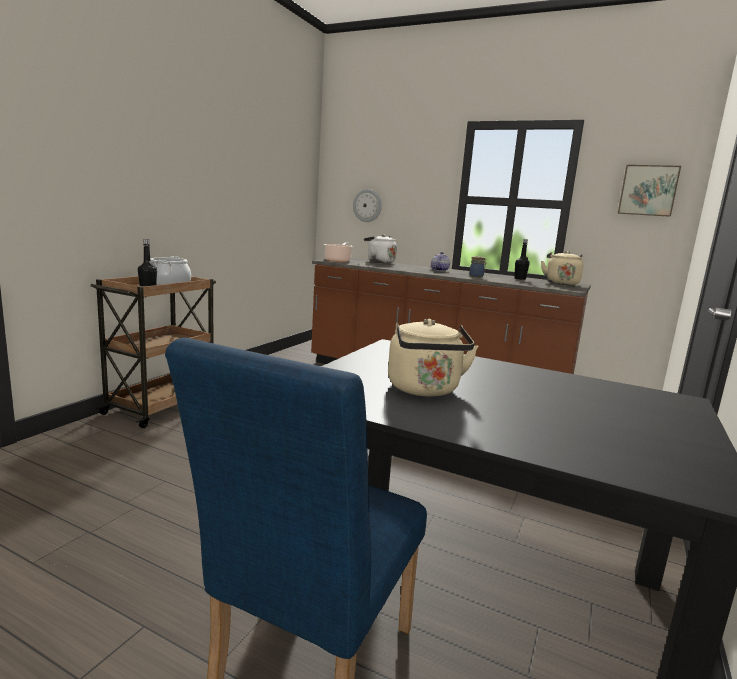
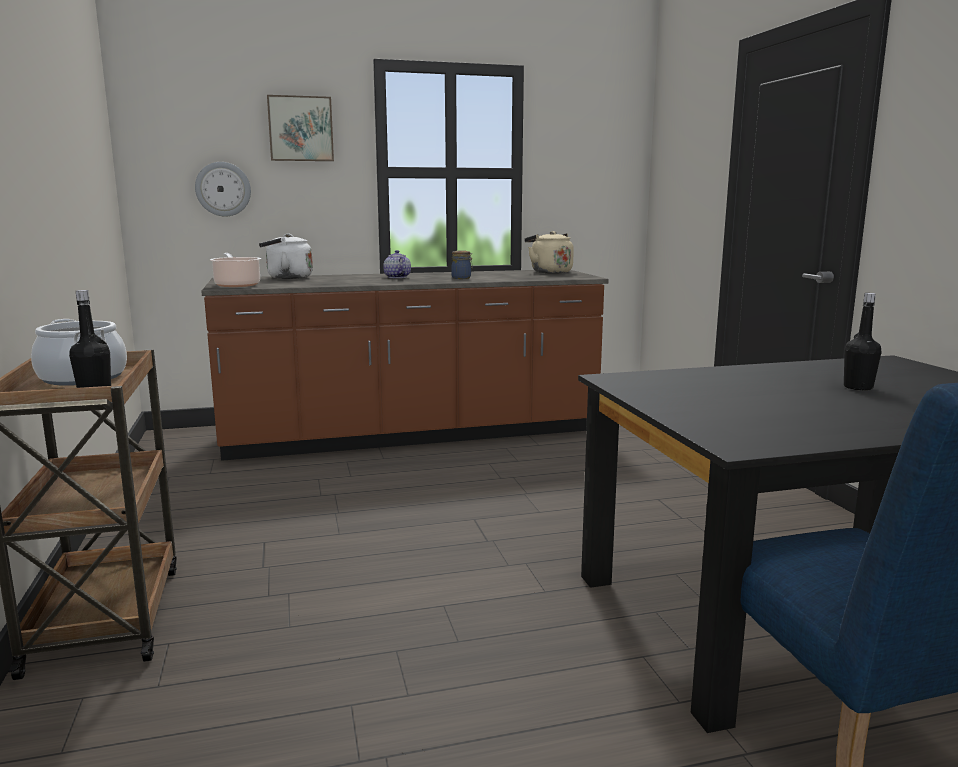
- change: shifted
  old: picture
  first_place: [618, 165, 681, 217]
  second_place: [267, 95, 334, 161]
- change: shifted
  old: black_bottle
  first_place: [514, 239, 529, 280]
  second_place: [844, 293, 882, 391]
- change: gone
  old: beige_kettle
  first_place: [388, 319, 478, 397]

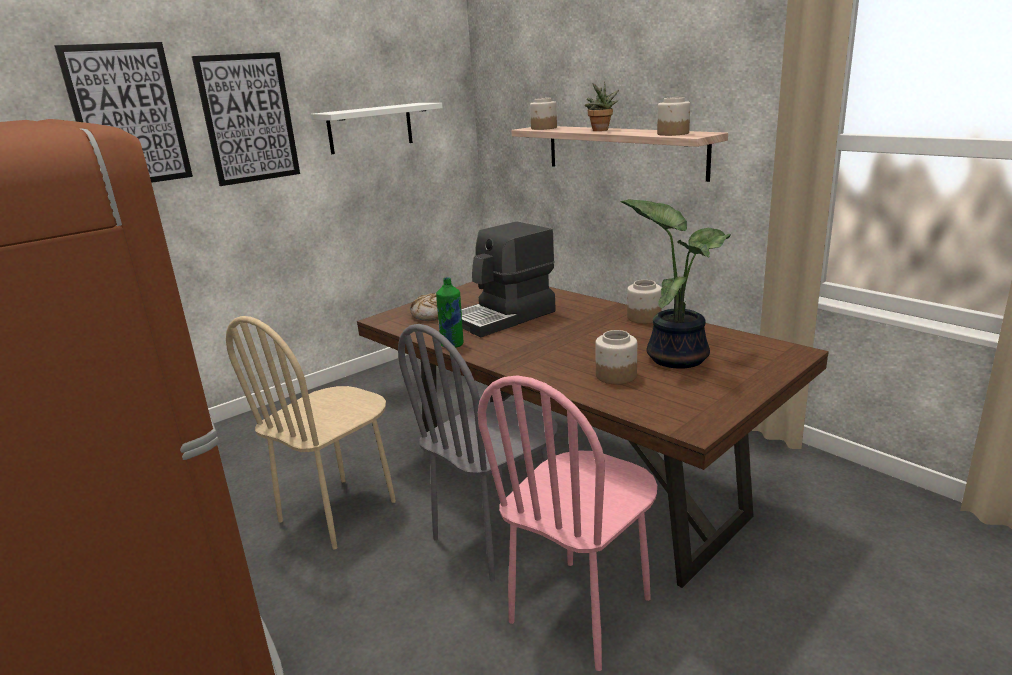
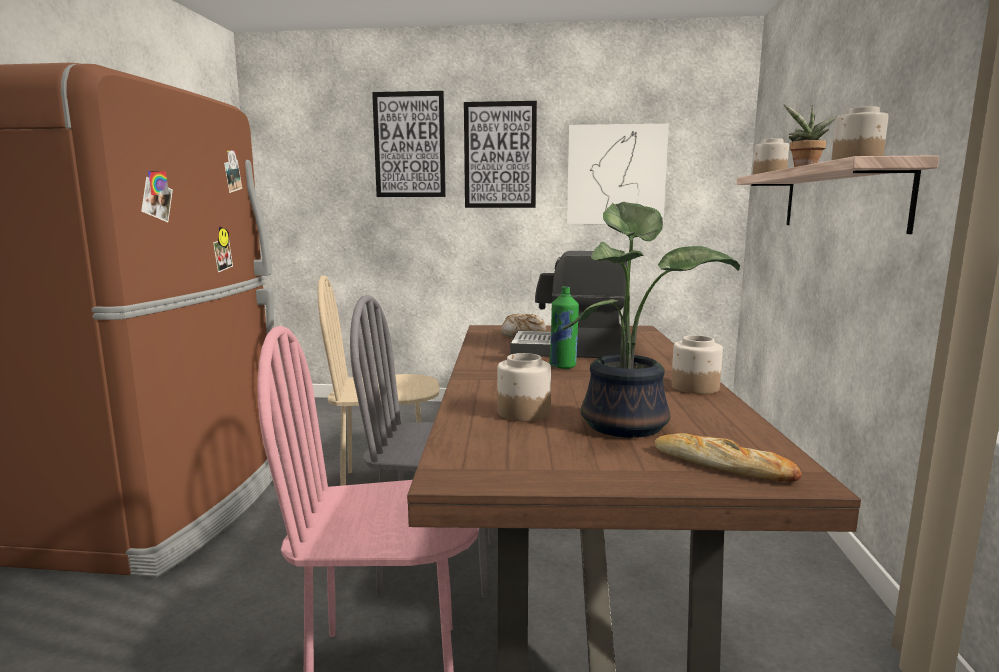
- change: swapped
  old: white_shelf
  new: picture
  first_place: [311, 103, 443, 154]
  second_place: [567, 123, 669, 224]
- change: shifted
  old: green_bottle
  first_place: [436, 277, 463, 348]
  second_place: [549, 286, 579, 369]
- change: new
  new: bread
  second_place: [655, 433, 801, 482]

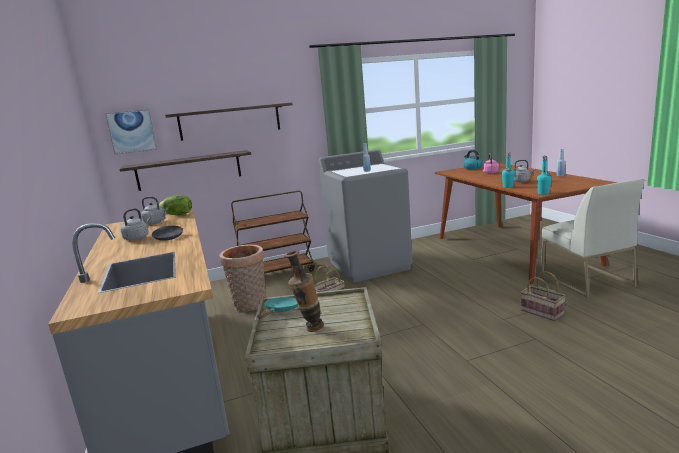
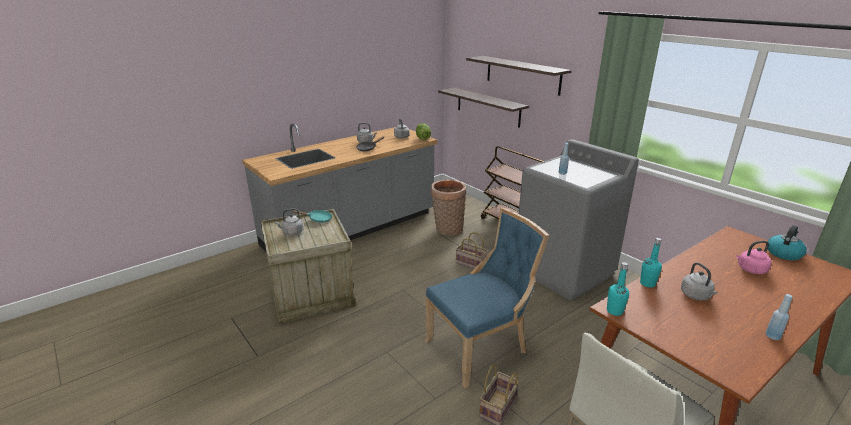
- change: gone
  old: picture
  first_place: [105, 109, 157, 155]
- change: swapped
  old: vase
  new: grey_kettle
  first_place: [284, 250, 324, 332]
  second_place: [275, 209, 304, 235]
- change: new
  new: blue_chair
  second_place: [425, 208, 549, 388]

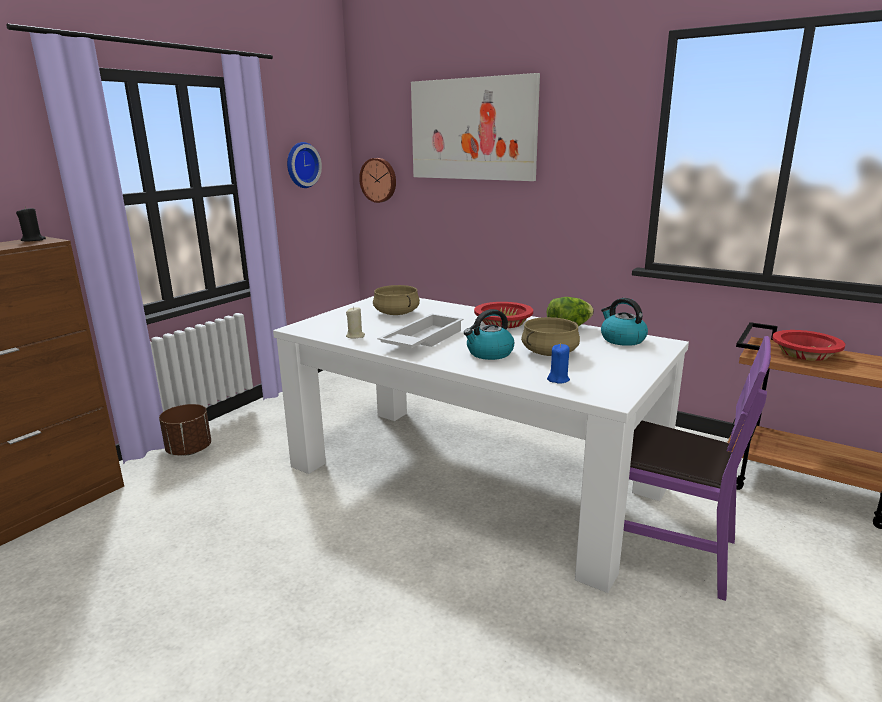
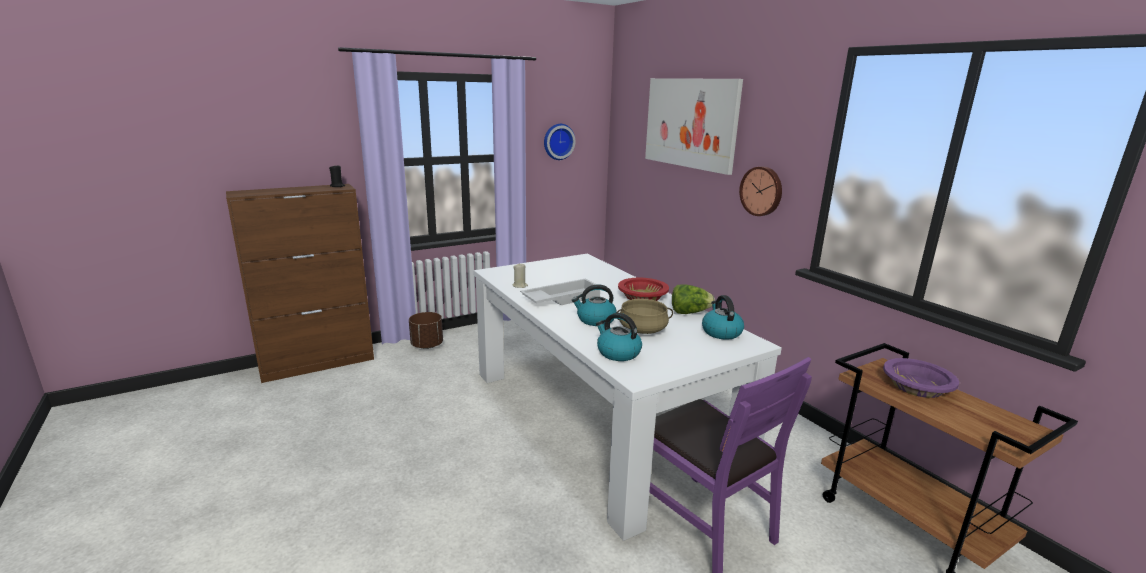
- change: shifted
  old: wall_clock
  first_place: [359, 158, 396, 203]
  second_place: [739, 166, 782, 216]
- change: gone
  old: beige_cooking_pot
  first_place: [373, 285, 420, 315]
- change: repainted
  old: red_bowl
  new: purple_bowl
  first_place: [772, 330, 845, 361]
  second_place: [883, 358, 959, 398]
- change: swapped
  old: blue_candle
  new: kettle
  first_place: [547, 344, 570, 384]
  second_place: [596, 313, 642, 361]

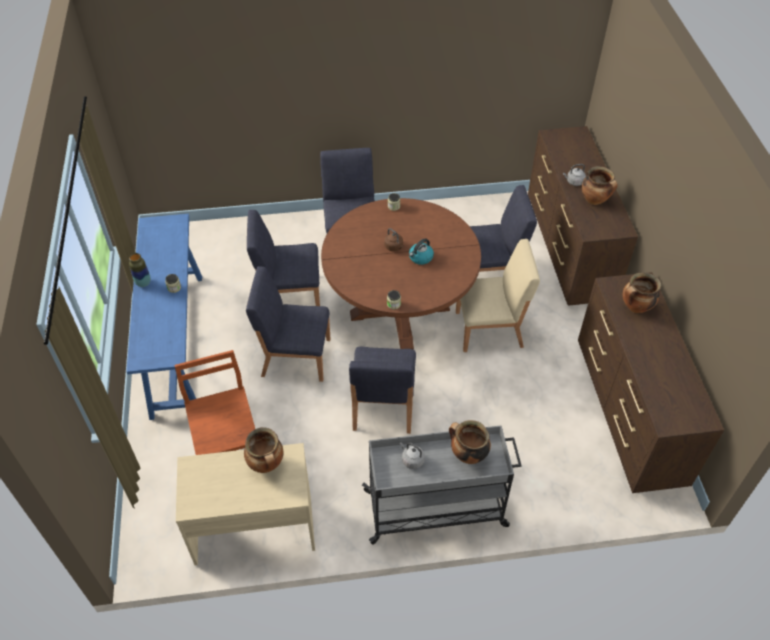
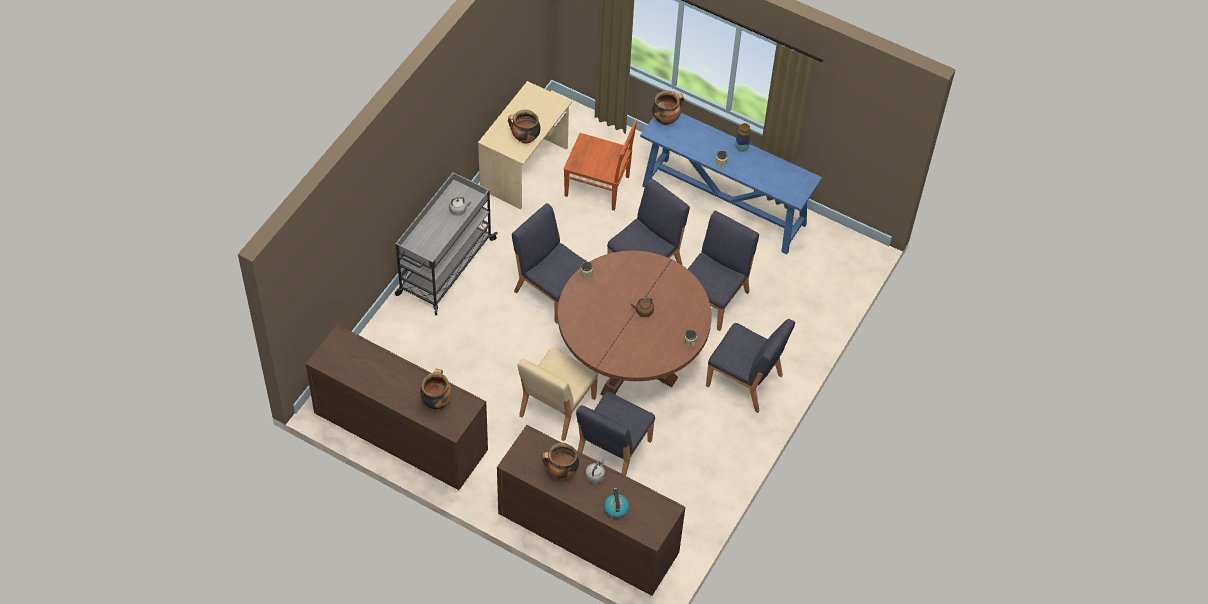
- change: shifted
  old: kettle
  first_place: [409, 239, 434, 265]
  second_place: [604, 488, 629, 518]
- change: shifted
  old: cooking_pot
  first_place: [449, 420, 491, 464]
  second_place: [652, 91, 684, 125]

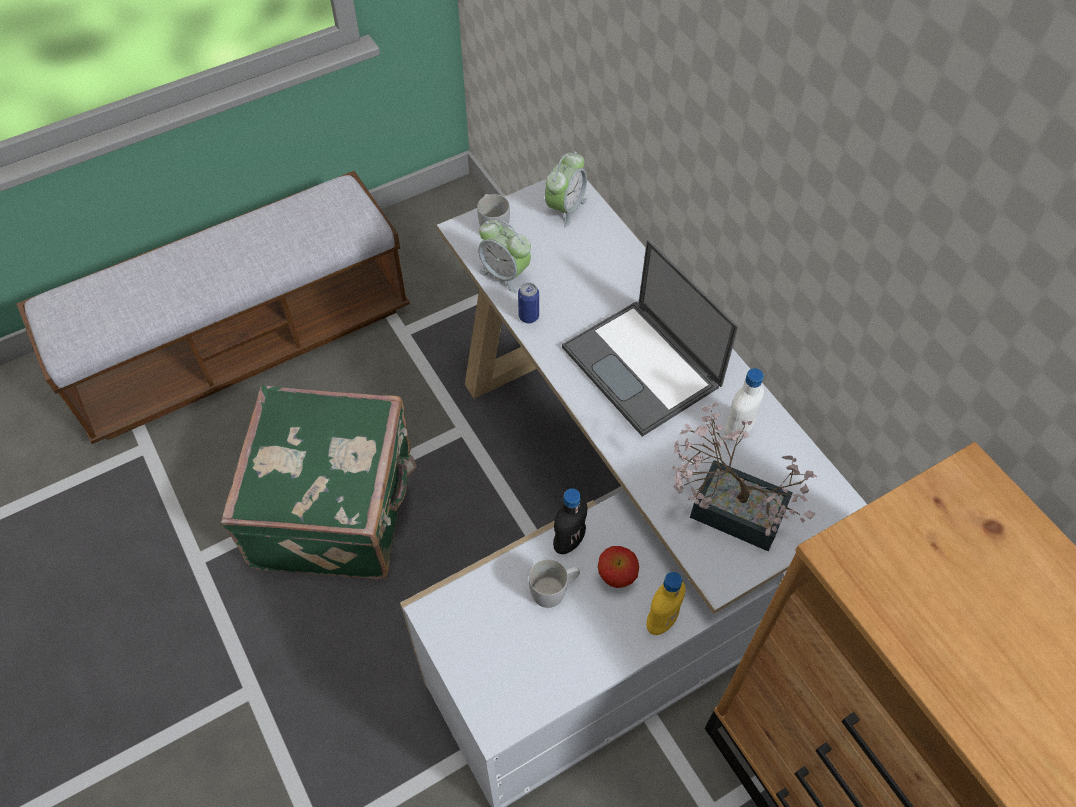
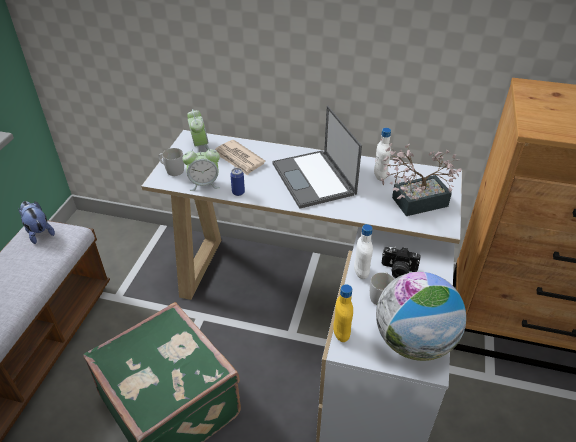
- change: rotated
  old: laptop
  first_place: [562, 240, 739, 437]
  second_place: [273, 105, 362, 209]
  degrees: 60
- change: repainted
  old: black_bottle
  new: white_bottle
  first_place: [553, 488, 587, 554]
  second_place: [354, 224, 373, 279]
- change: swapped
  old: apple
  new: photo_camera
  first_place: [598, 546, 639, 588]
  second_place: [381, 247, 421, 278]
- change: shifted
  old: yellow_bottle
  first_place: [647, 572, 686, 635]
  second_place: [333, 284, 353, 342]
- change: new
  new: newspaper
  second_place: [215, 140, 265, 175]
- change: new
  new: plush_toy
  second_place: [19, 201, 55, 244]
- change: new
  new: globe
  second_place: [376, 272, 466, 361]

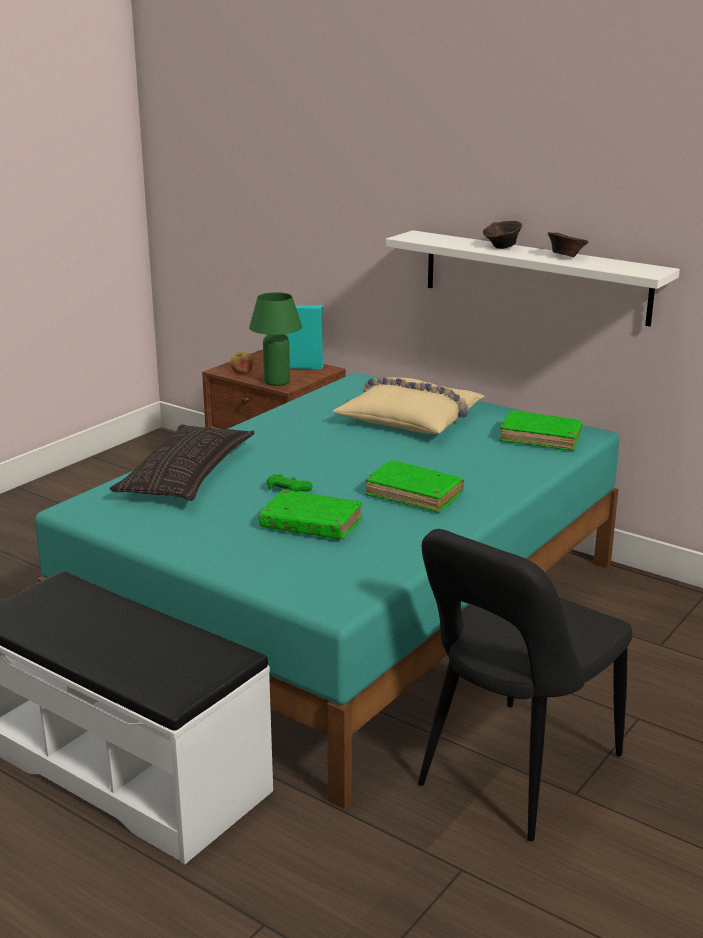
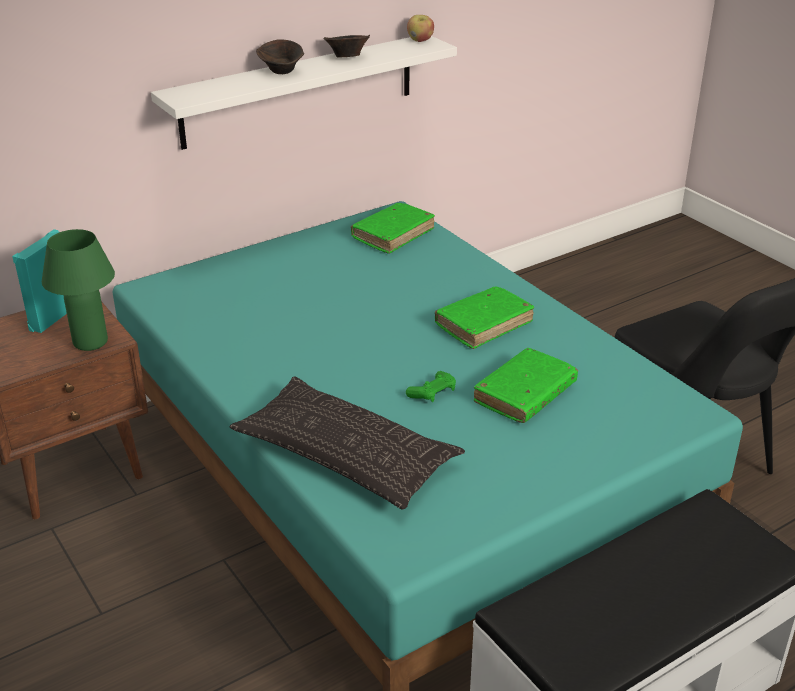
- change: shifted
  old: apple
  first_place: [230, 352, 253, 374]
  second_place: [407, 15, 434, 42]
- change: gone
  old: beige_pillow
  first_place: [333, 377, 485, 434]

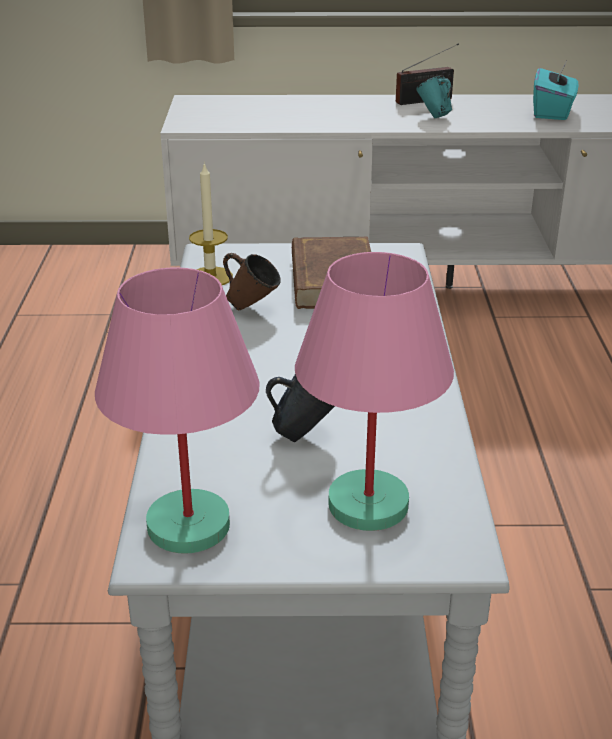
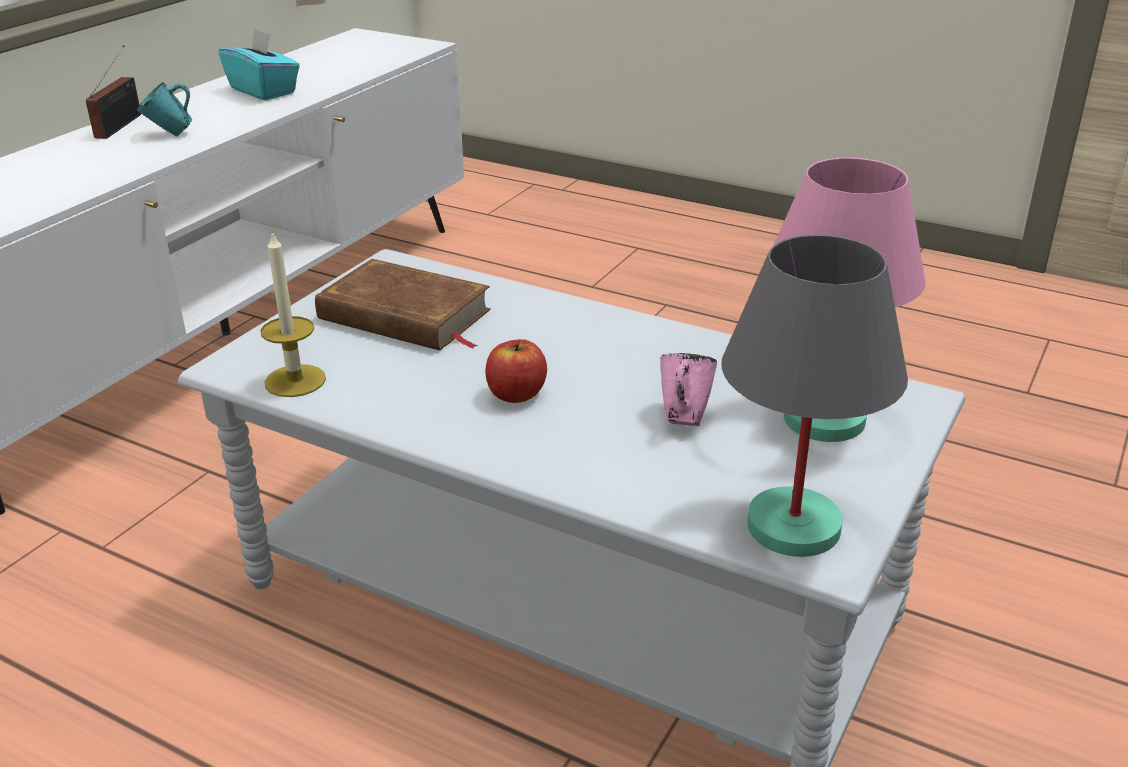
- change: gone
  old: brown_mug
  first_place: [223, 253, 281, 310]
- change: repainted
  old: pink_table_lamp
  new: grey_table_lamp
  first_place: [95, 267, 260, 554]
  second_place: [721, 234, 908, 557]
- change: repainted
  old: blue_mug
  new: pink_mug
  first_place: [266, 374, 335, 442]
  second_place: [660, 353, 717, 426]
- change: new
  new: apple
  second_place: [485, 339, 547, 403]

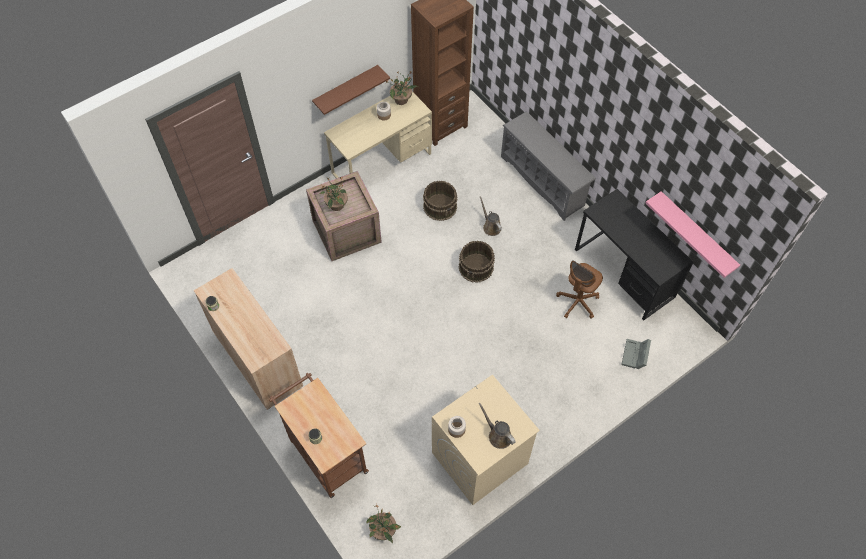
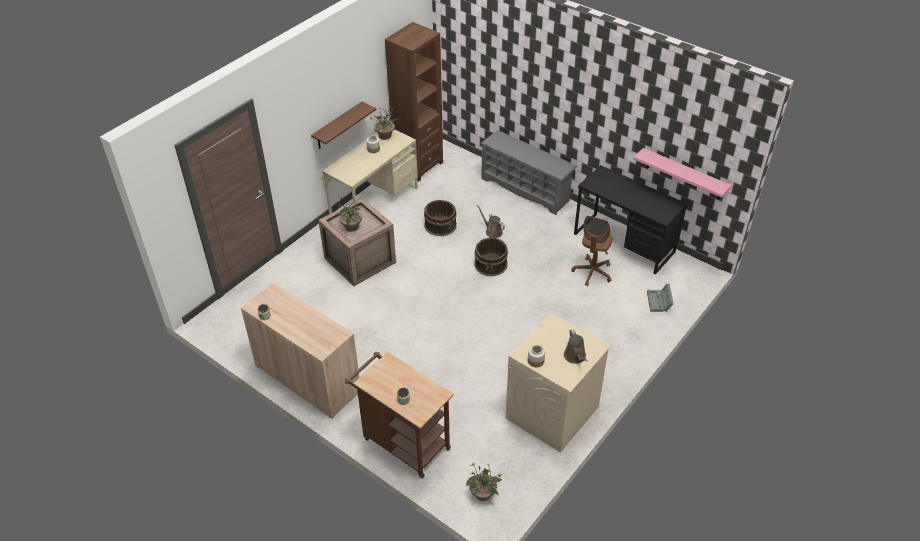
- change: rotated
  old: brown_watering_can
  first_place: [478, 402, 516, 449]
  second_place: [564, 329, 587, 364]
  degrees: -135

